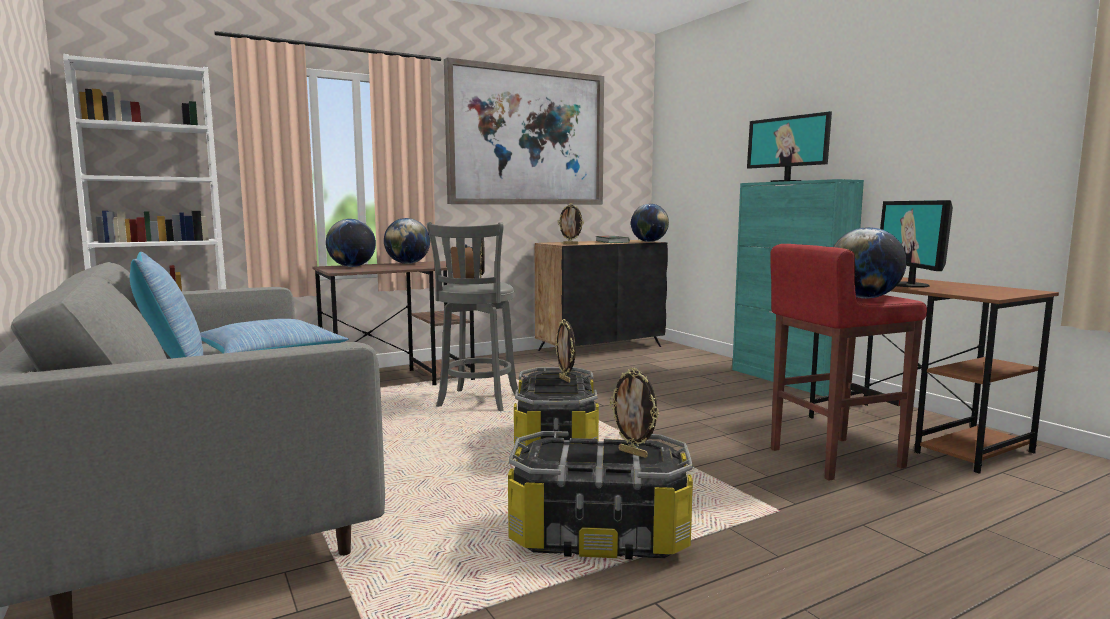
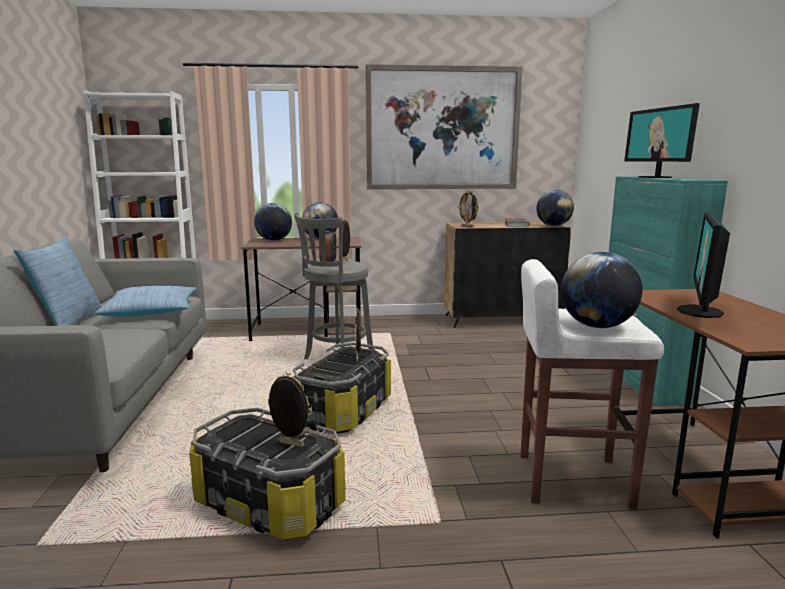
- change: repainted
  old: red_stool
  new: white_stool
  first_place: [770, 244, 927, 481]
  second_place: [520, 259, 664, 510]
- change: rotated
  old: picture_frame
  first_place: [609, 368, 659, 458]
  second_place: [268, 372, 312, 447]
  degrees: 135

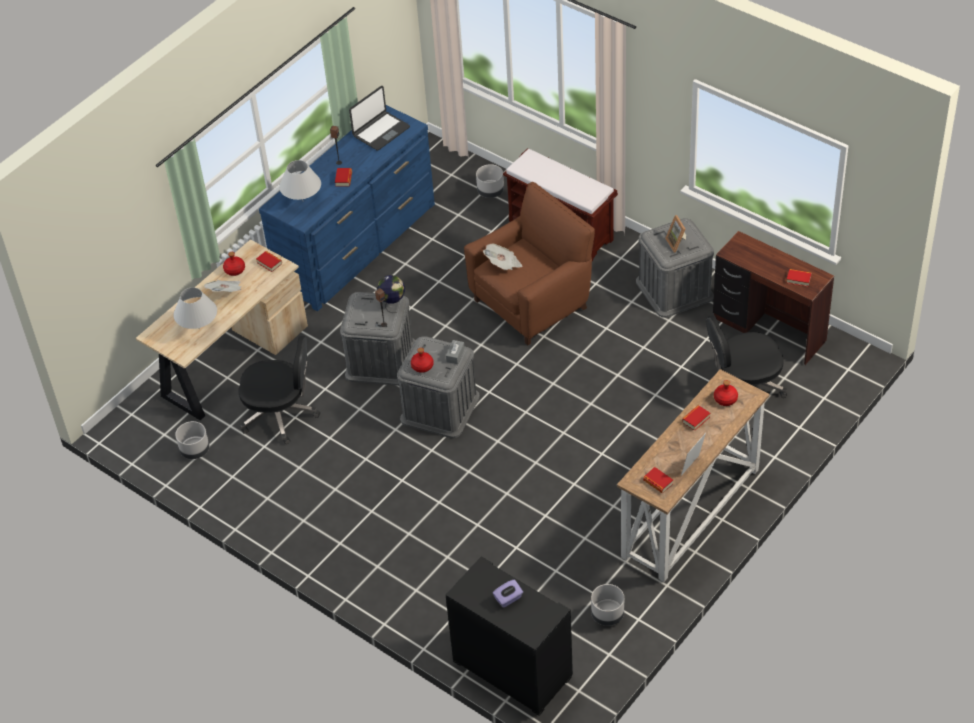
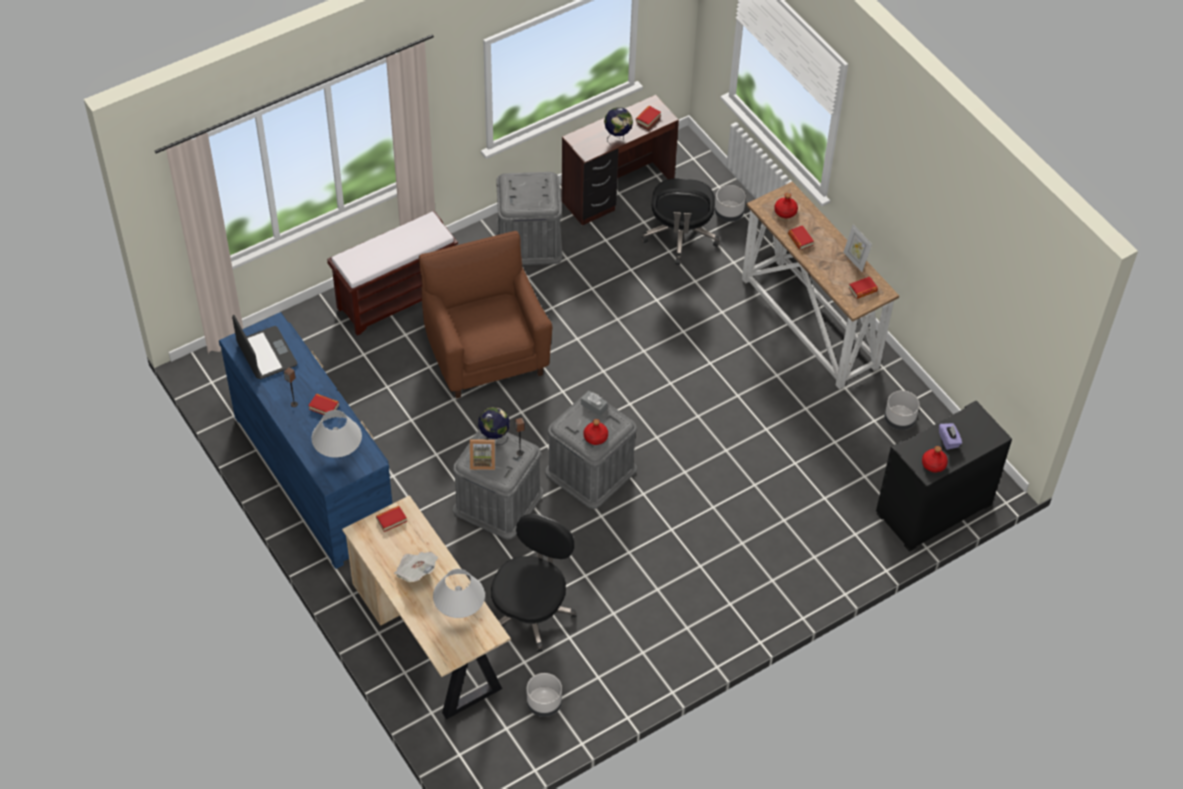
- change: shifted
  old: grey_planter
  first_place: [476, 164, 504, 198]
  second_place: [715, 185, 746, 222]
- change: shifted
  old: picture_frame
  first_place: [665, 215, 686, 252]
  second_place: [470, 439, 495, 470]
- change: gone
  old: newspaper
  first_place: [483, 243, 522, 270]
- change: shifted
  old: red_bottle
  first_place: [223, 252, 245, 276]
  second_place: [922, 446, 948, 472]
- change: new
  new: globe
  second_place: [604, 107, 633, 145]

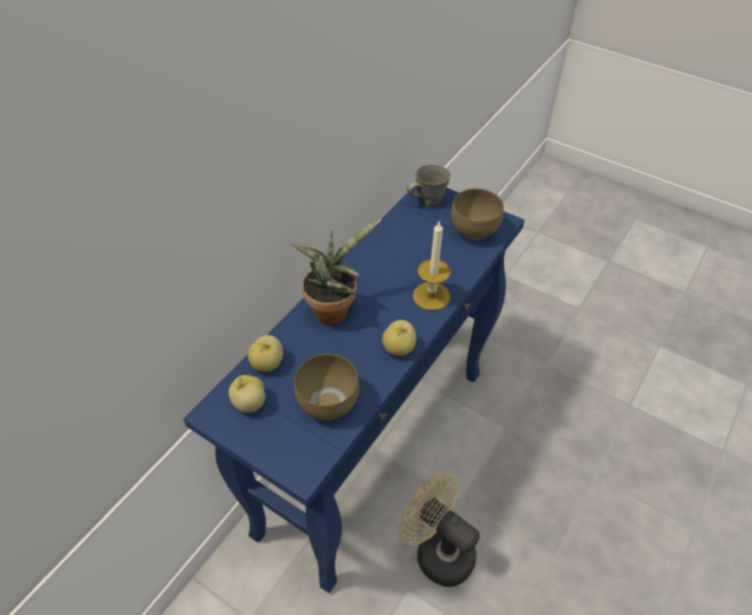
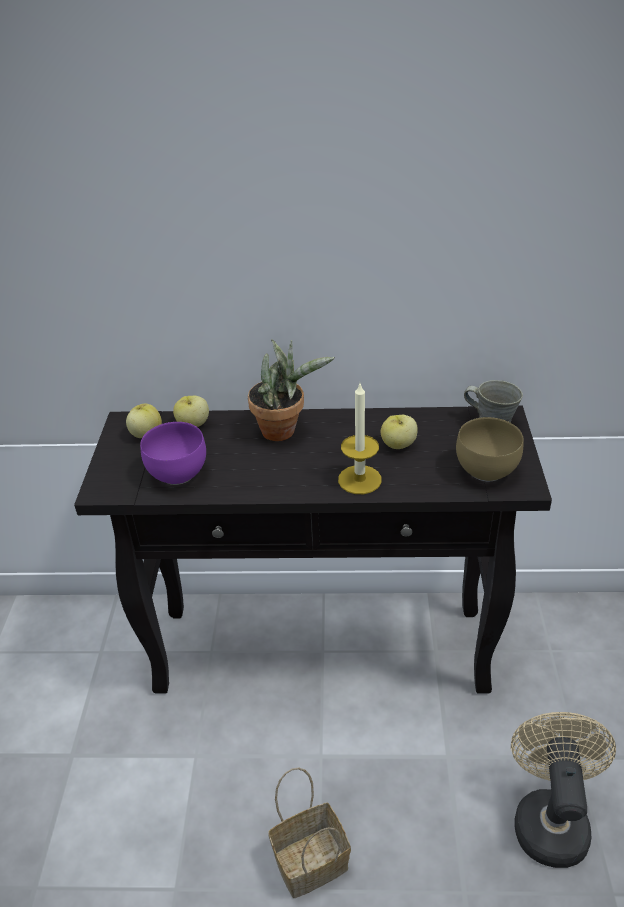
- change: repainted
  old: blue_console_table
  new: black_console_table
  first_place: [183, 187, 525, 593]
  second_place: [74, 405, 552, 693]
- change: shifted
  old: apple
  first_place: [382, 320, 416, 356]
  second_place: [381, 415, 418, 449]
- change: repainted
  old: brown_bowl
  new: purple_bowl
  first_place: [294, 354, 360, 420]
  second_place: [140, 422, 206, 485]
- change: shifted
  old: beige_fan
  first_place: [399, 473, 480, 587]
  second_place: [511, 712, 616, 868]
- change: new
  new: basket
  second_place: [268, 767, 351, 898]

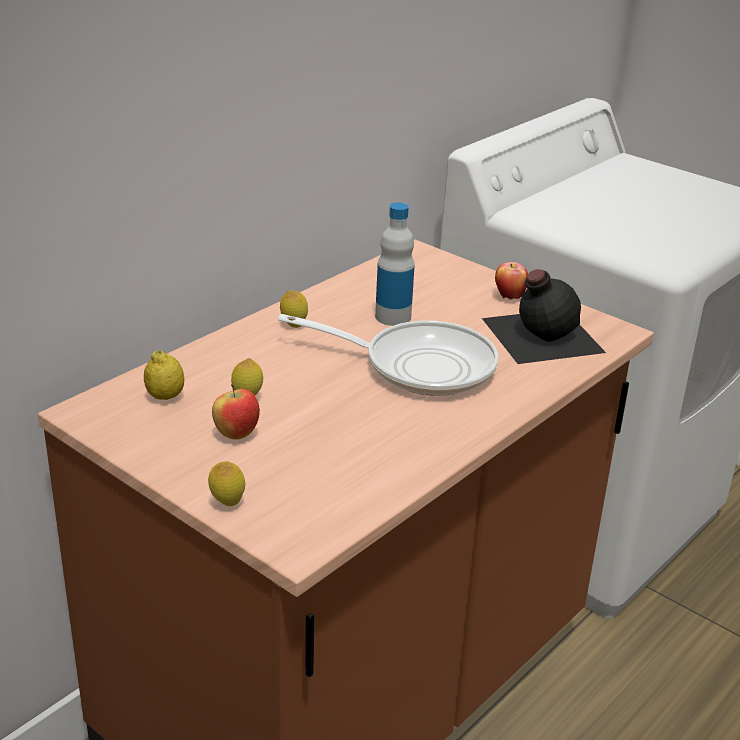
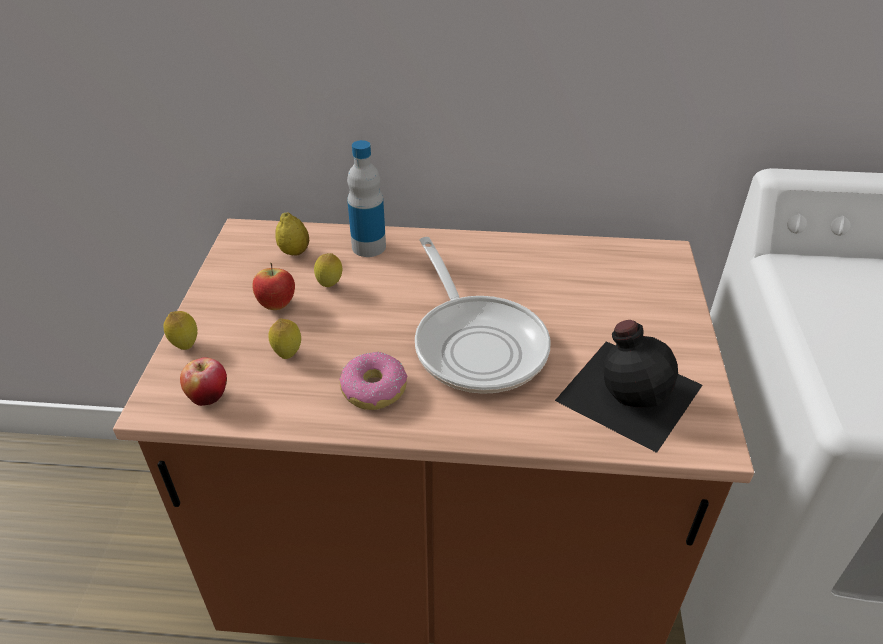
- change: shifted
  old: bottle
  first_place: [375, 202, 415, 326]
  second_place: [347, 140, 386, 257]
- change: shifted
  old: apple
  first_place: [495, 262, 528, 299]
  second_place: [180, 357, 227, 406]
- change: shifted
  old: lemon
  first_place: [280, 290, 308, 328]
  second_place: [268, 319, 301, 359]
- change: new
  new: donut
  second_place: [340, 352, 408, 410]

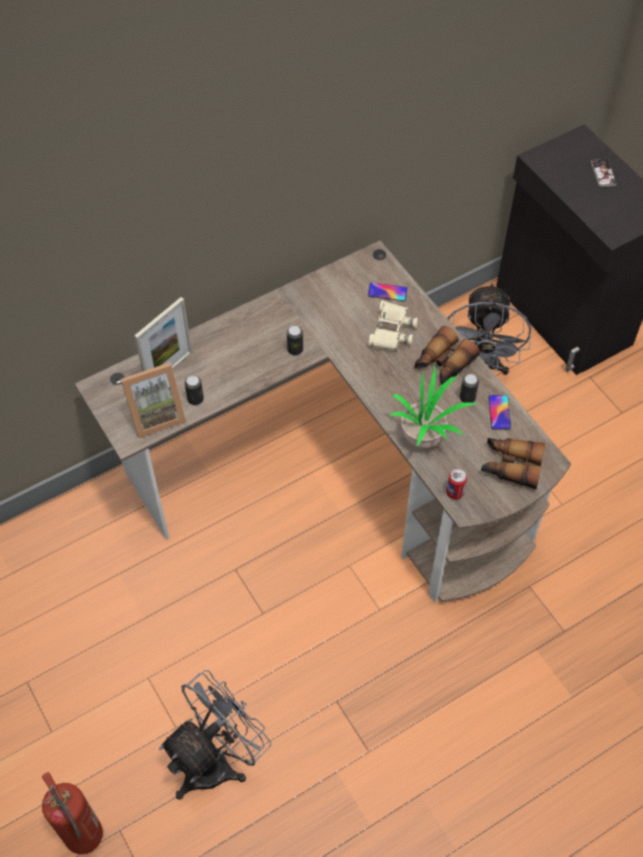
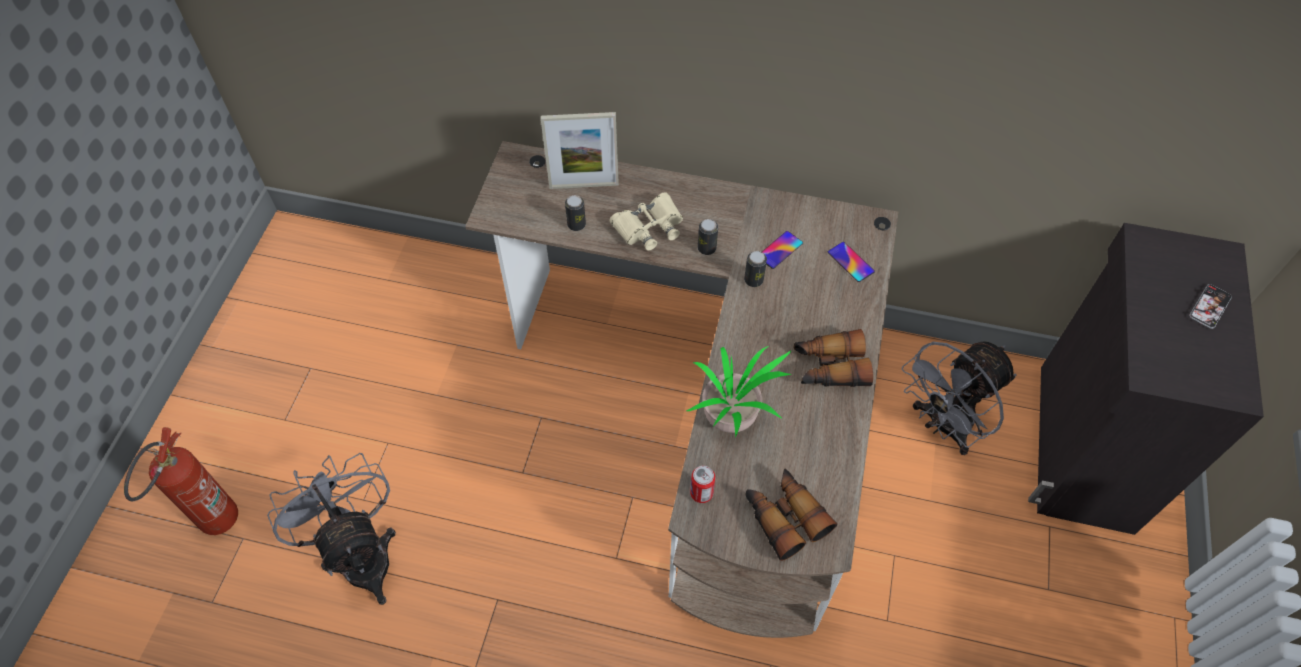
- change: shifted
  old: beige_binoculars
  first_place: [368, 300, 418, 351]
  second_place: [610, 192, 683, 251]
- change: gone
  old: picture_frame
  first_place: [121, 362, 187, 439]
- change: shifted
  old: can
  first_place: [460, 374, 479, 403]
  second_place: [744, 251, 767, 287]
- change: shifted
  old: phone
  first_place: [488, 395, 511, 429]
  second_place: [762, 231, 803, 269]
- change: rotated
  old: grey_fan
  first_place: [159, 670, 271, 800]
  second_place: [267, 453, 396, 605]
  degrees: -120

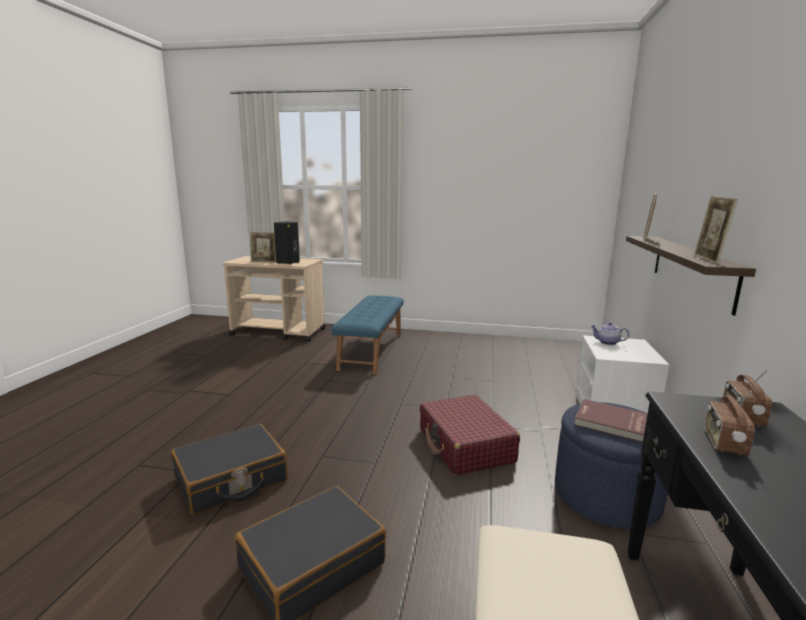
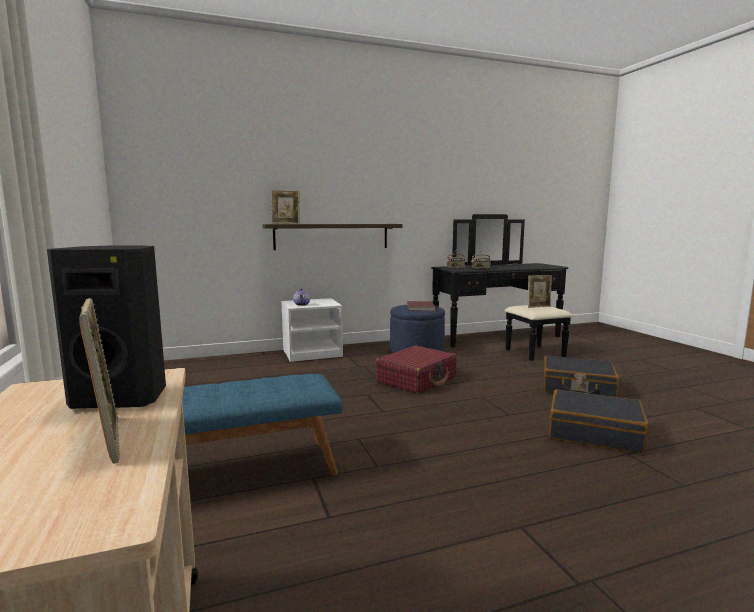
- change: shifted
  old: picture_frame
  first_place: [694, 196, 738, 264]
  second_place: [528, 275, 552, 308]

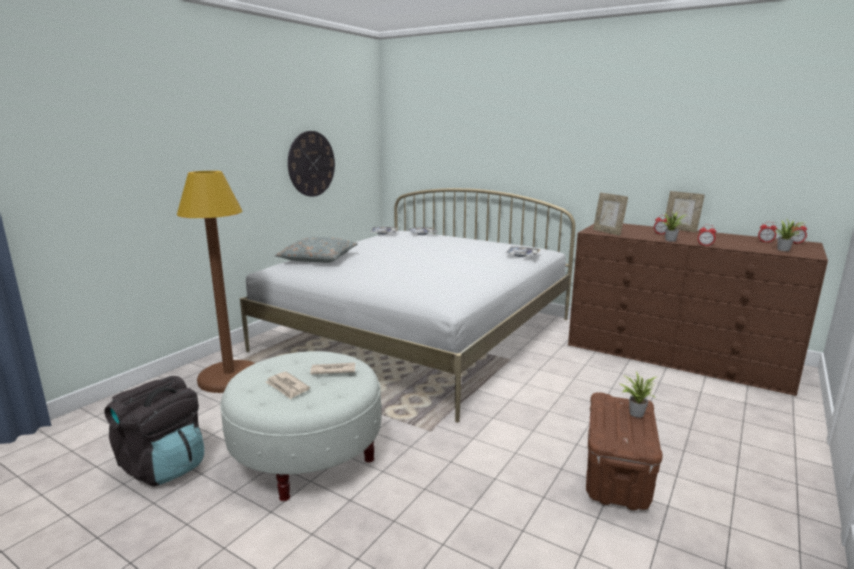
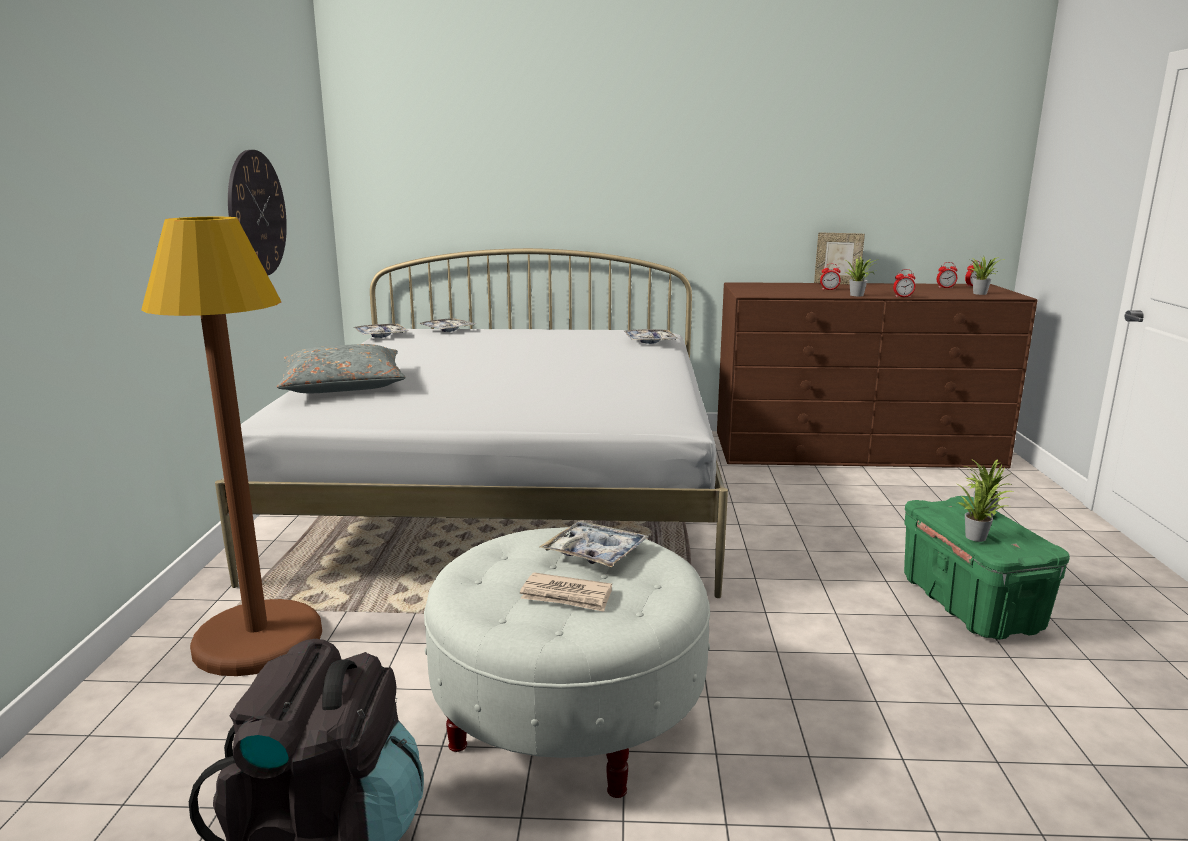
- change: gone
  old: picture_frame
  first_place: [593, 193, 628, 236]
- change: swapped
  old: newspaper
  new: tray
  first_place: [310, 363, 355, 375]
  second_place: [540, 521, 648, 567]
- change: repainted
  old: brown_storage_box
  new: green_storage_box
  first_place: [586, 392, 663, 511]
  second_place: [904, 496, 1070, 640]
- change: new
  new: potted_plant
  second_place: [958, 480, 1013, 542]

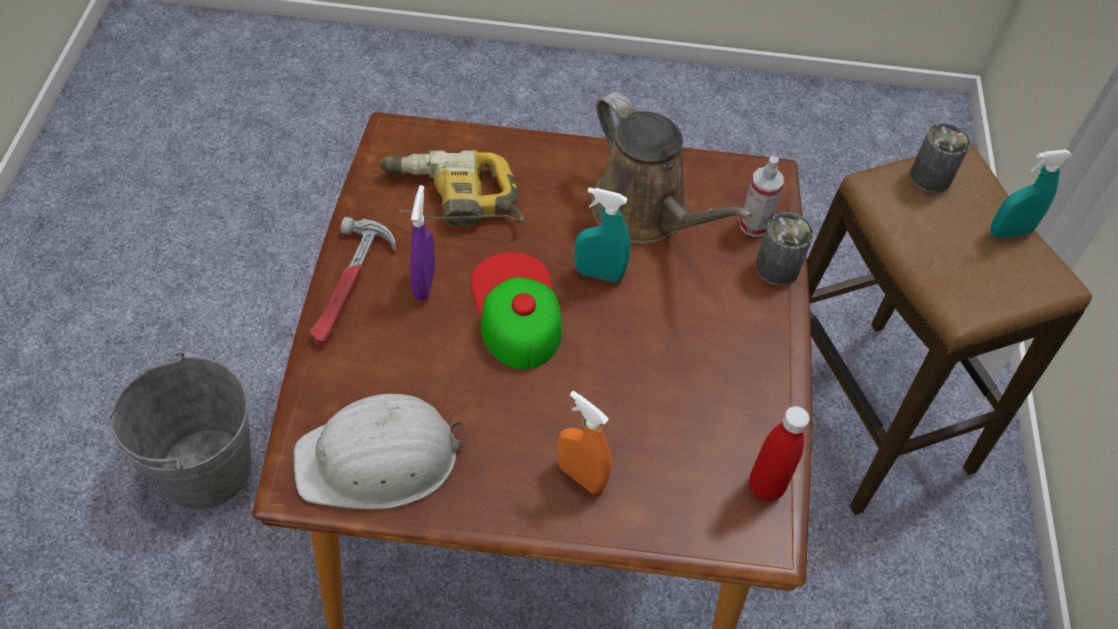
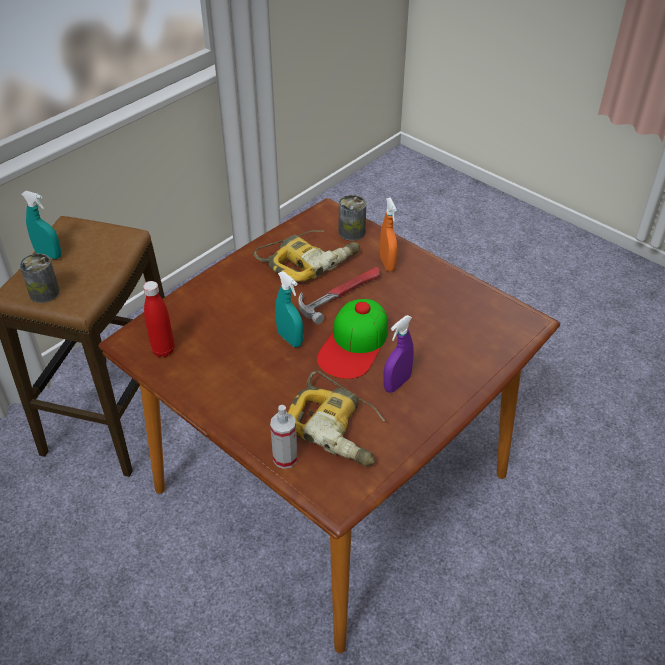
- change: gone
  old: brown_watering_can
  first_place: [591, 92, 753, 244]
- change: shifted
  old: spray_bottle
  first_place: [740, 156, 784, 237]
  second_place: [270, 405, 298, 469]
- change: shifted
  old: can
  first_place: [755, 213, 813, 286]
  second_place: [339, 195, 366, 241]
- change: shifted
  old: hammer
  first_place: [310, 217, 396, 346]
  second_place: [298, 267, 379, 324]
- change: gone
  old: grey_bucket
  first_place: [108, 352, 252, 509]
- change: gone
  old: white_hard_hat
  first_place: [293, 394, 465, 510]
- change: shifted
  old: red_bottle
  first_place: [749, 406, 810, 502]
  second_place: [143, 281, 175, 357]
- change: new
  new: power_drill
  second_place: [254, 230, 360, 282]

